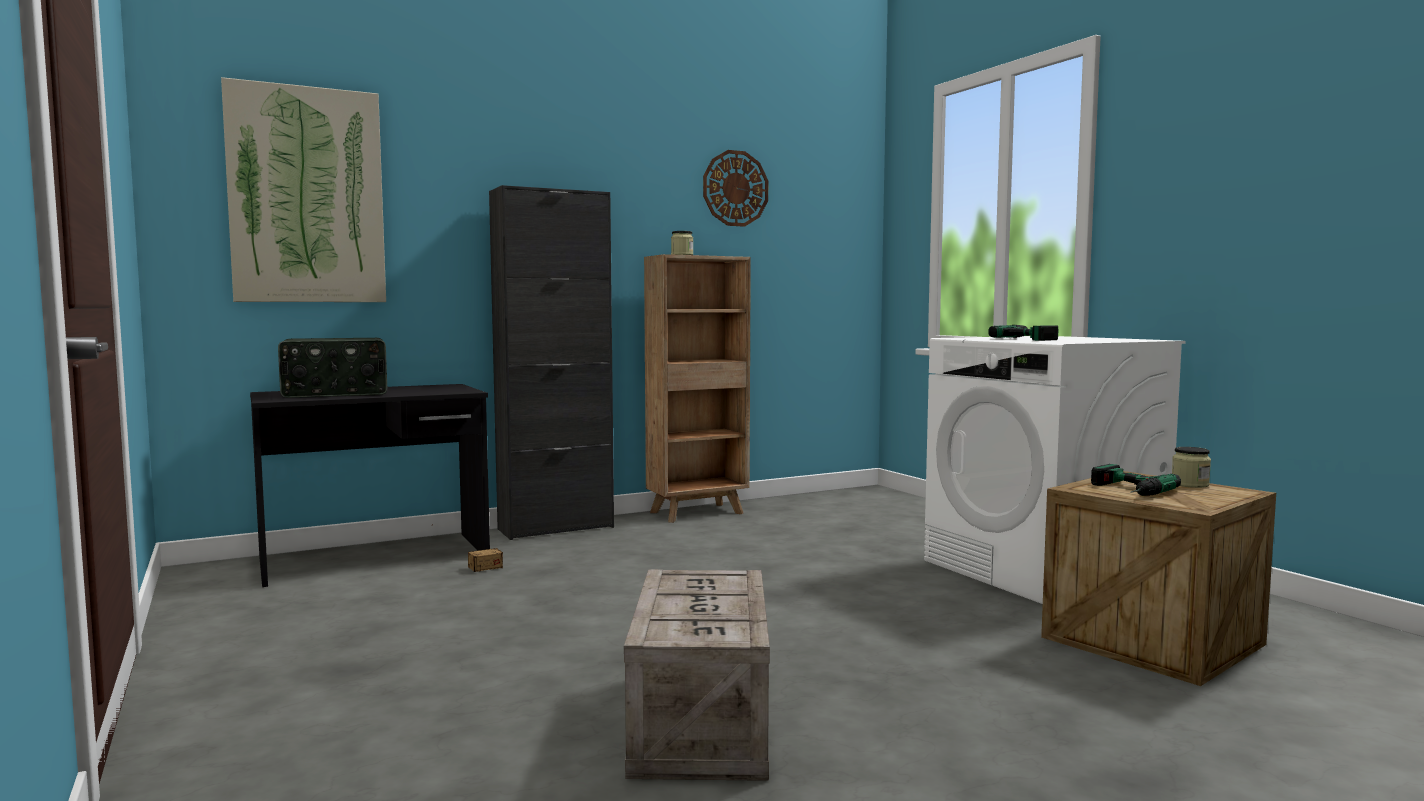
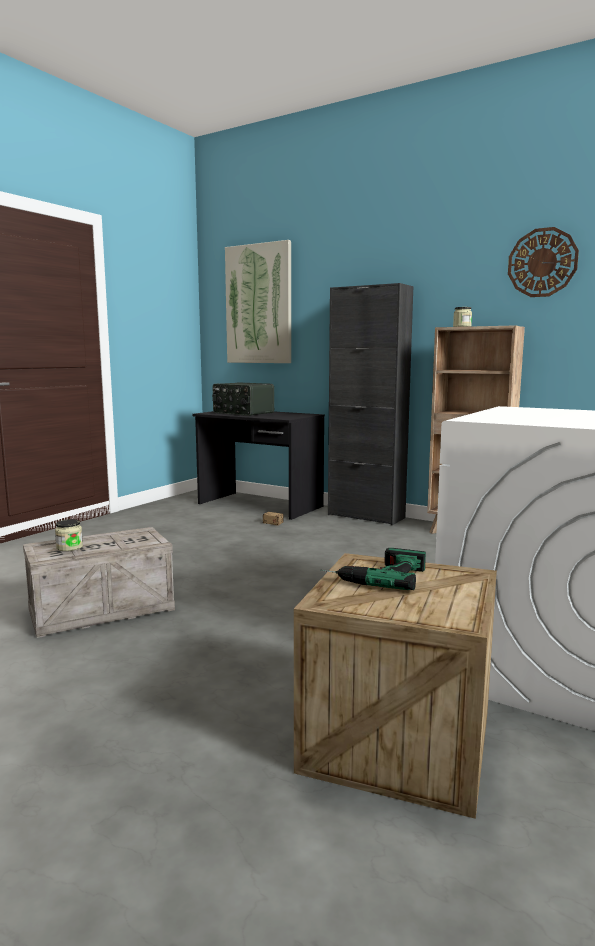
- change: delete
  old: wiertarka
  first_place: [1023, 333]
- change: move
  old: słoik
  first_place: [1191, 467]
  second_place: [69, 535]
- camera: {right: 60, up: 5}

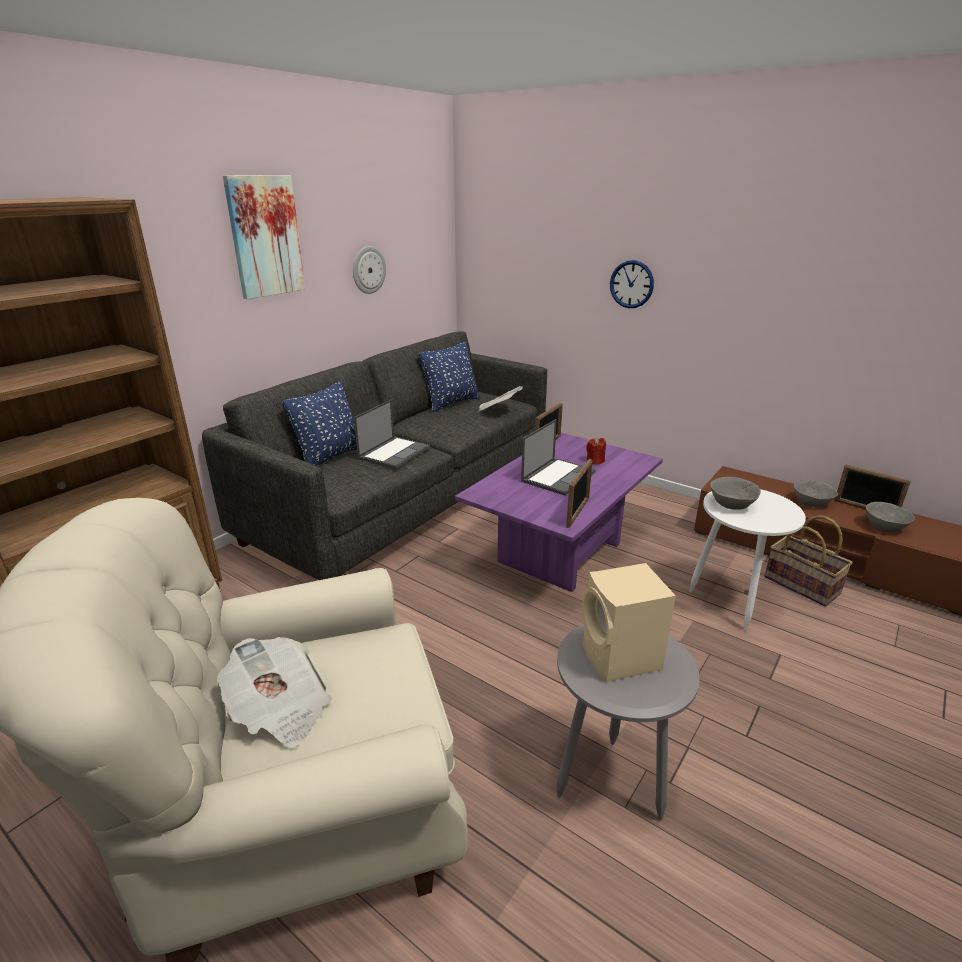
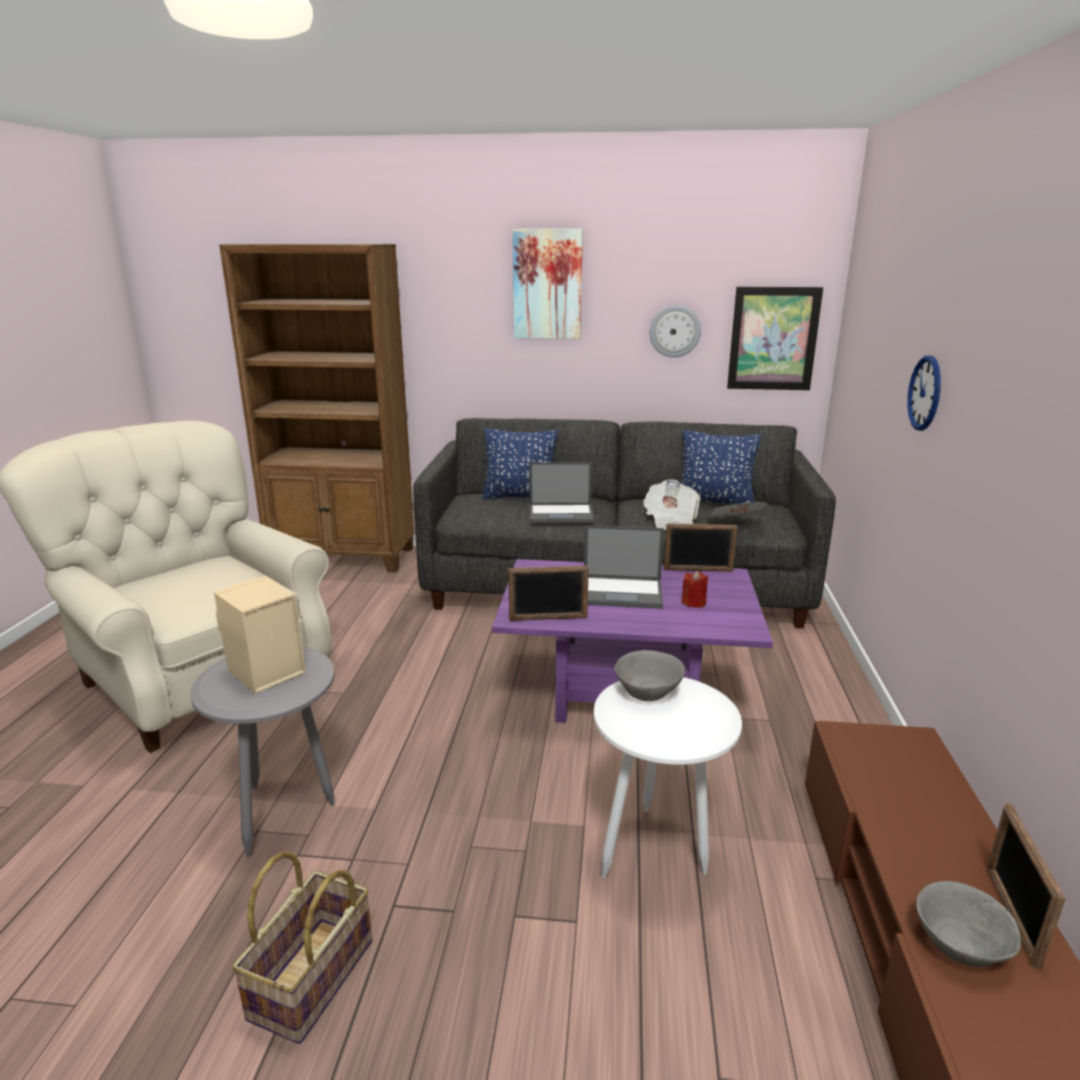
- change: delete
  old: miska/szary
  first_place: [816, 493]
- change: insert
  new: obraz
  second_place: [775, 338]
- change: move
  old: gazeta
  first_place: [274, 692]
  second_place: [672, 504]
- change: move
  old: koszyk
  first_place: [808, 560]
  second_place: [302, 947]
- camera: {right: 60, up: -5}

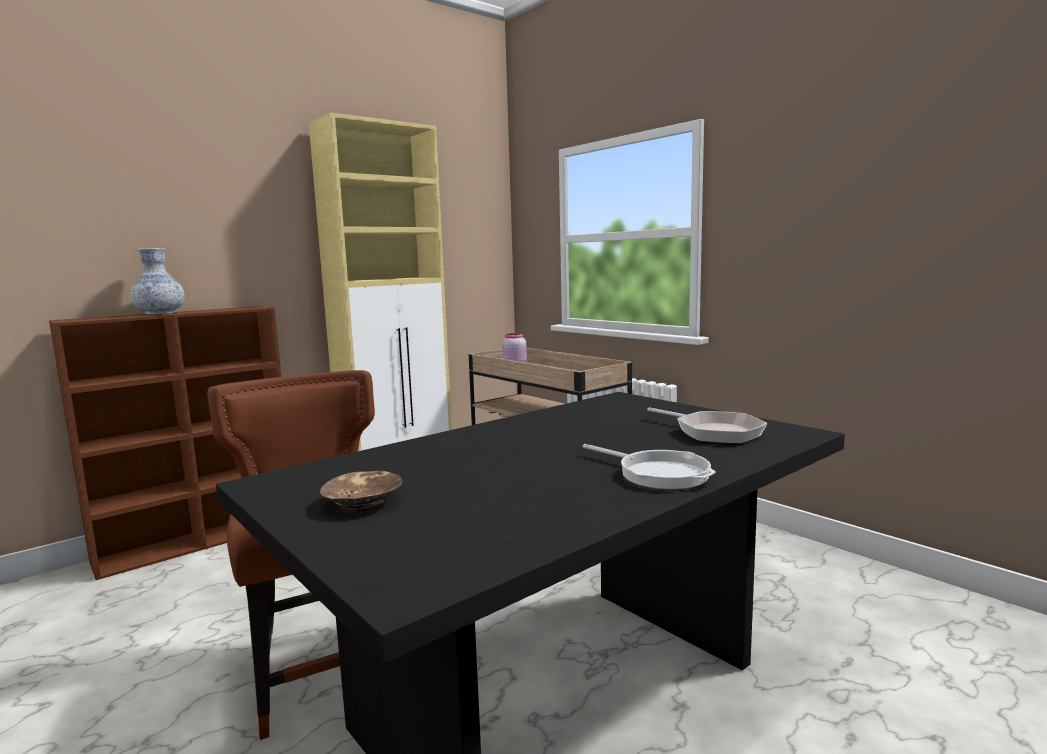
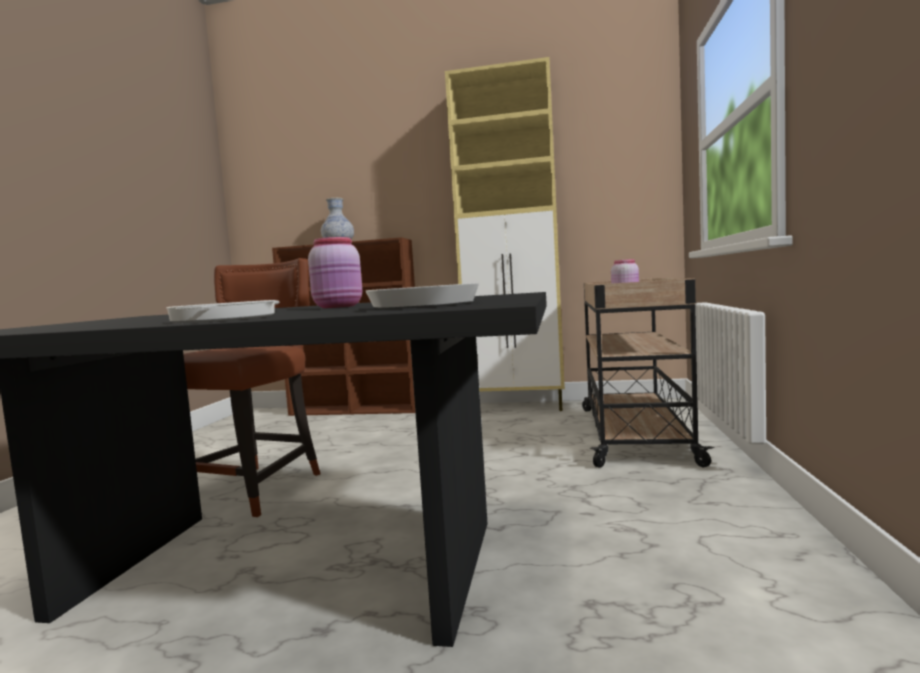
- change: delete
  old: miska/brązowy
  first_place: [361, 490]
- change: insert
  new: słoik/różowy
  second_place: [335, 272]
- camera: {right: 50, up: -5}

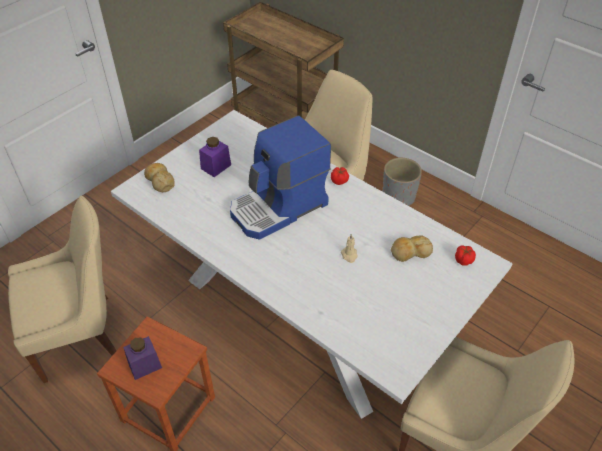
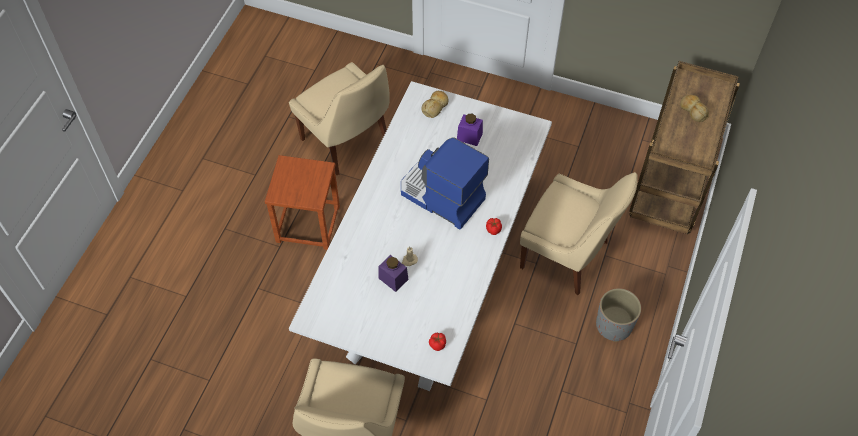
- change: move
  old: słoik/fioletowy
  first_place: [142, 358]
  second_place: [393, 273]
- change: move
  old: chleb
  first_place: [412, 248]
  second_place: [694, 108]
- camera: {right: 70, up: 10}

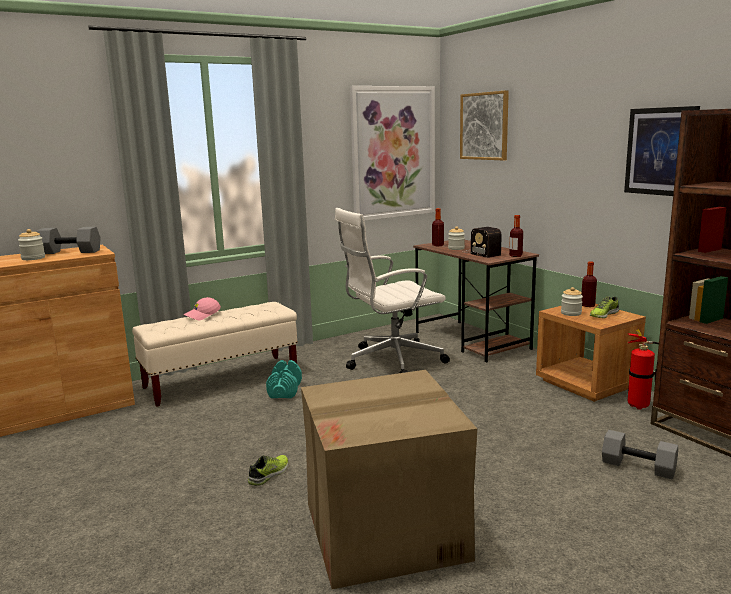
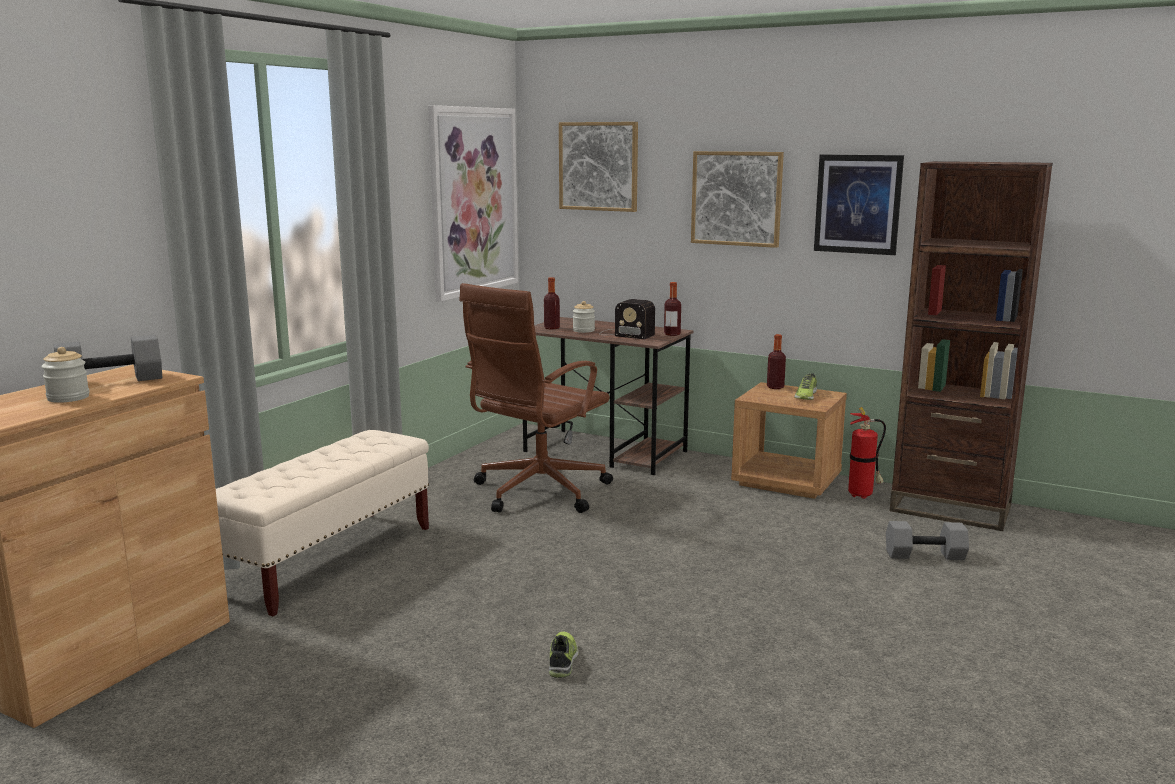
- change: delete
  old: czapka z daszkiem/różowy
  first_place: [202, 308]
- change: delete
  old: hantel/turkusowy
  first_place: [284, 379]
- change: delete
  old: karton
  first_place: [389, 479]
- change: delete
  old: słoik
  first_place: [572, 301]
- change: insert
  new: obraz
  second_place: [737, 199]
- change: recolor
  old: krzesło biurowe/biały
  new: krzesło biurowe/brązowy
  first_place: [392, 290]
  second_place: [536, 398]
- camera: {right: -30, up: 0}

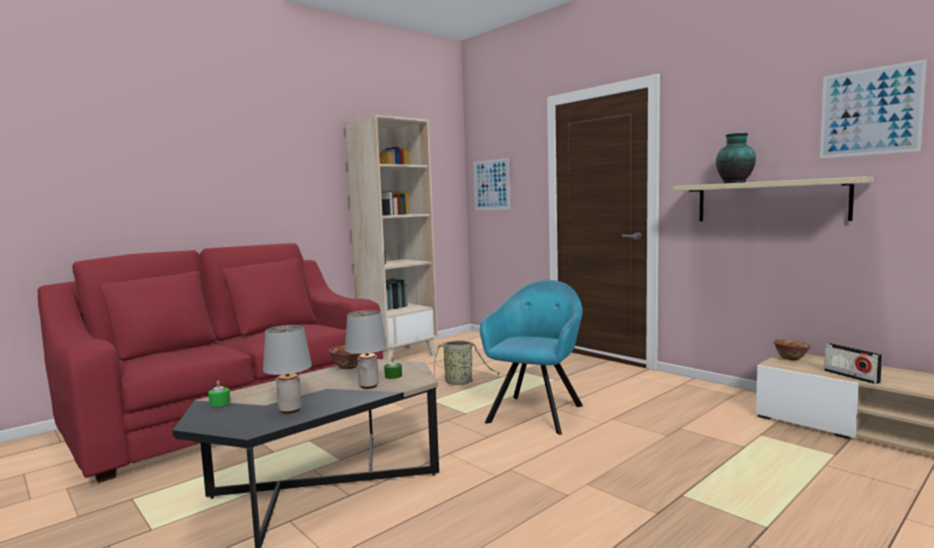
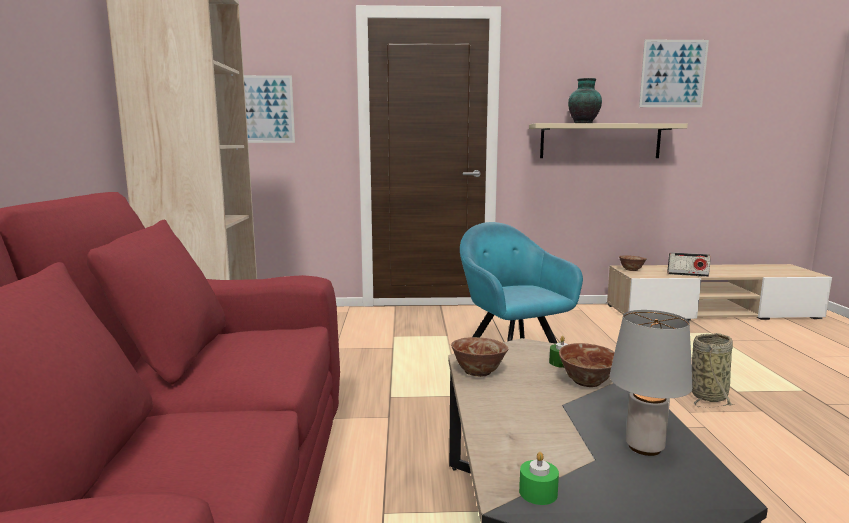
- change: move
  old: koszyk
  first_place: [467, 362]
  second_place: [712, 370]
- change: replace
  old: lampa stołowa/szary
  new: miska
  first_place: [366, 349]
  second_place: [587, 365]
- camera: {right: -50, up: 5}

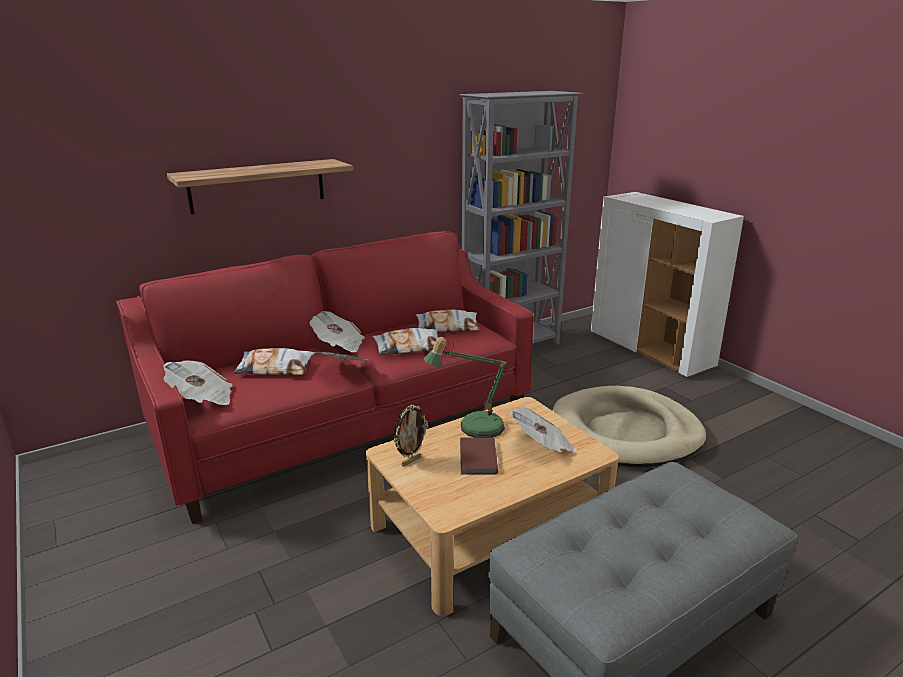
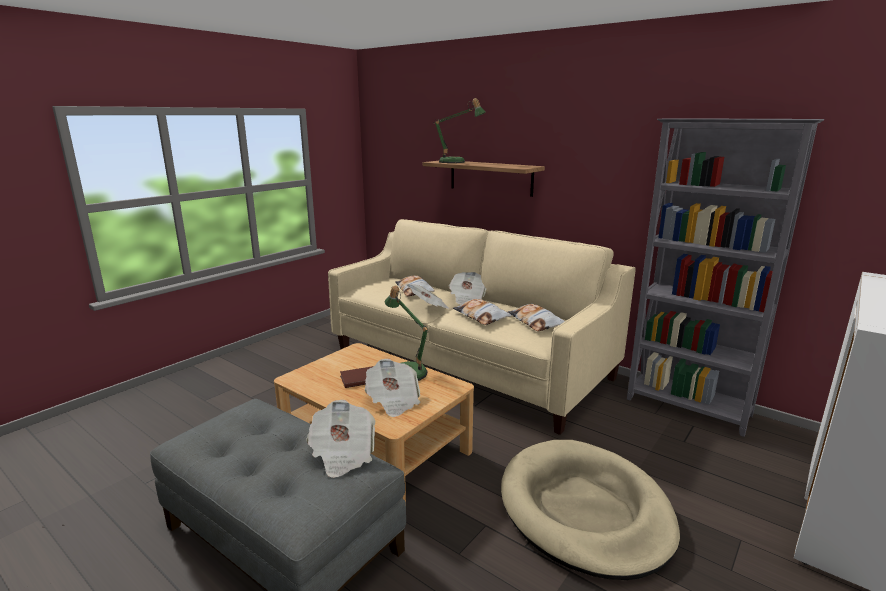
- change: delete
  old: ramka na zdjęcie
  first_place: [410, 435]
- change: insert
  new: lampa stołowa
  second_place: [459, 130]
- change: move
  old: gazeta
  first_place: [198, 383]
  second_place: [340, 439]
- change: recolor
  old: kanapa/czerwony
  new: kanapa/beżowy
  first_place: [324, 377]
  second_place: [482, 327]
- camera: {right: 70, up: -5}

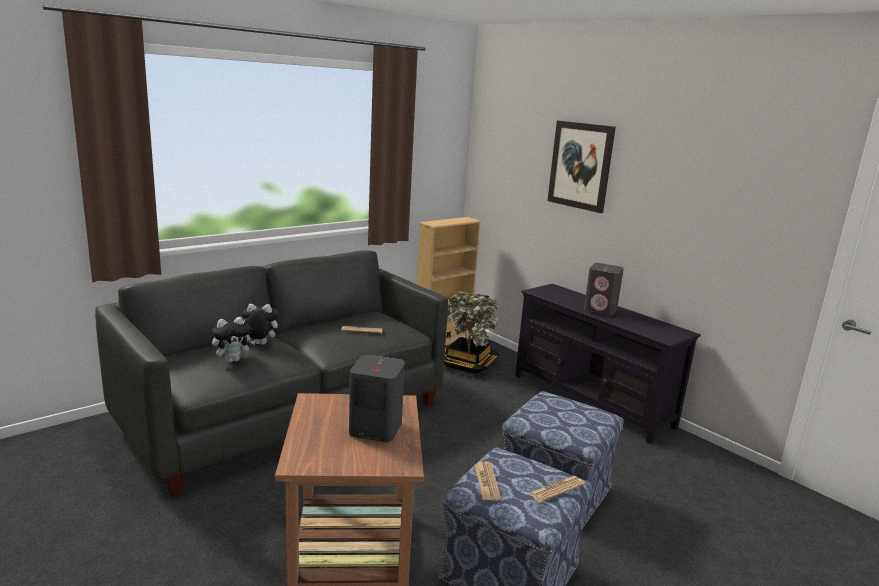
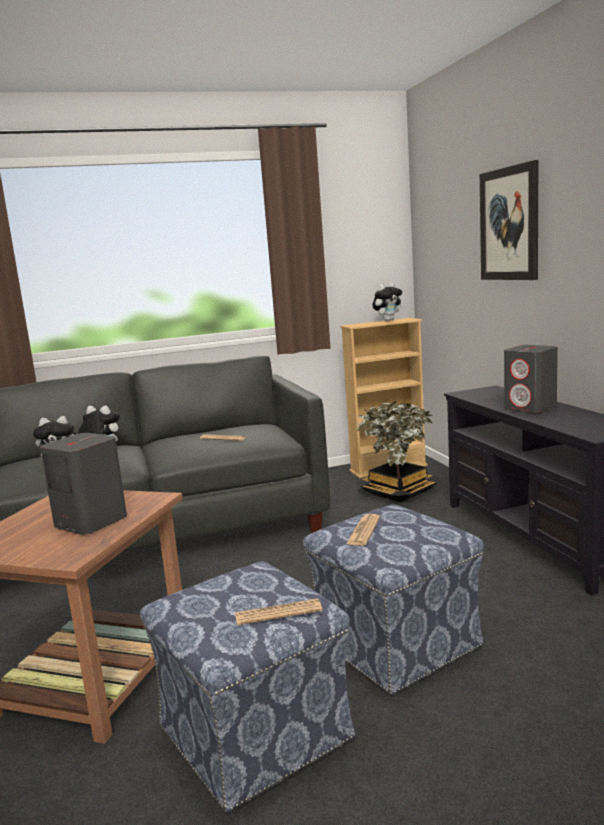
- change: insert
  new: pluszak
  second_place: [387, 302]
- change: move
  old: gazeta
  first_place: [488, 480]
  second_place: [363, 530]
- camera: {right: 25, up: -5}

